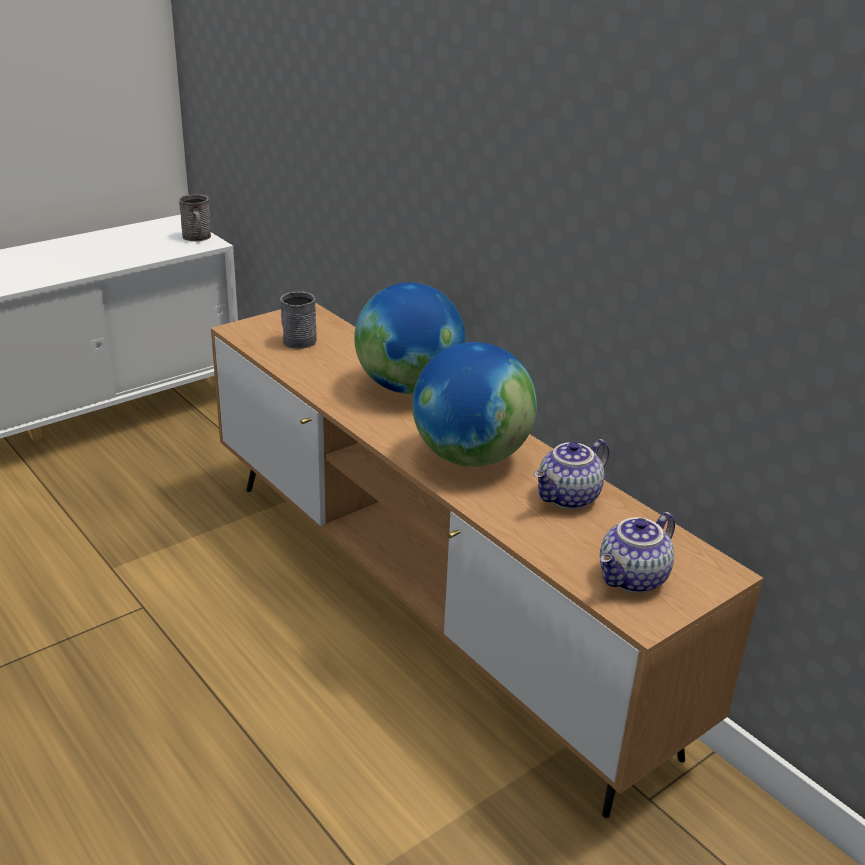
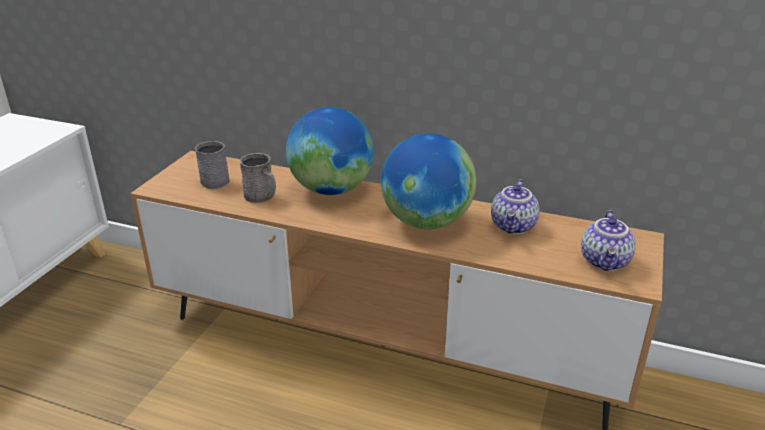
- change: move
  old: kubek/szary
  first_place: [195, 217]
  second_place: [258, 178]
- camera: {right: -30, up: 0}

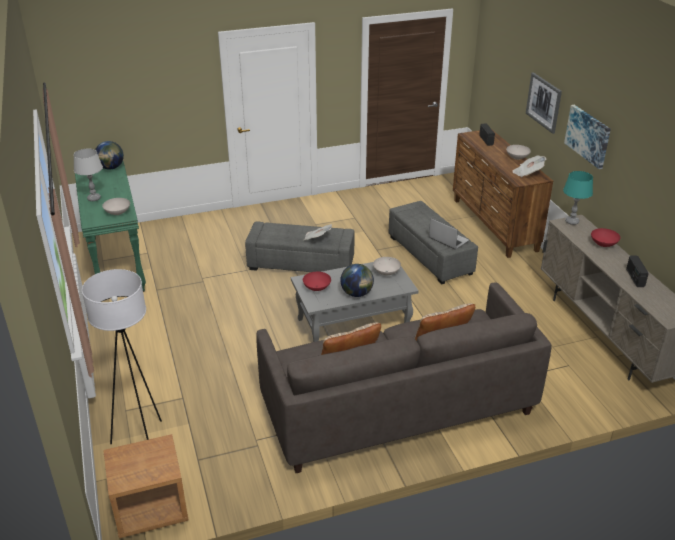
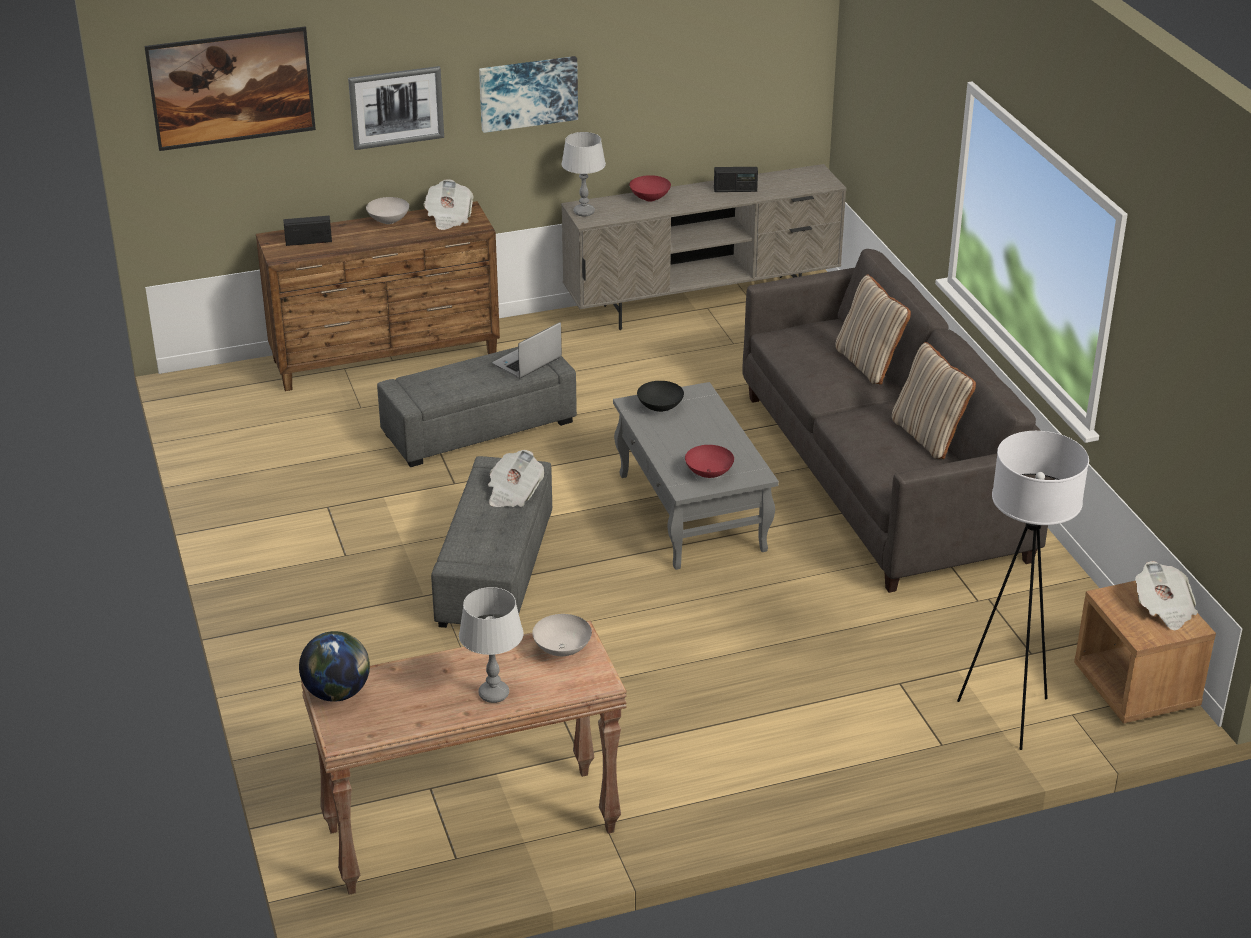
- change: delete
  old: globus
  first_place: [357, 280]
- change: insert
  new: obraz
  second_place: [230, 88]
- change: insert
  new: gazeta
  second_place: [1166, 596]
- change: recolor
  old: stolik konsolowy/zielony
  new: stolik konsolowy/brązowy
  first_place: [110, 226]
  second_place: [464, 758]
- change: recolor
  old: miska/biały
  new: miska/czarny
  first_place: [387, 266]
  second_place: [660, 396]
- change: recolor
  old: lampa stołowa/turkusowy
  new: lampa stołowa/szary
  first_place: [578, 198]
  second_place: [583, 174]
- camera: {right: -90, up: 0}

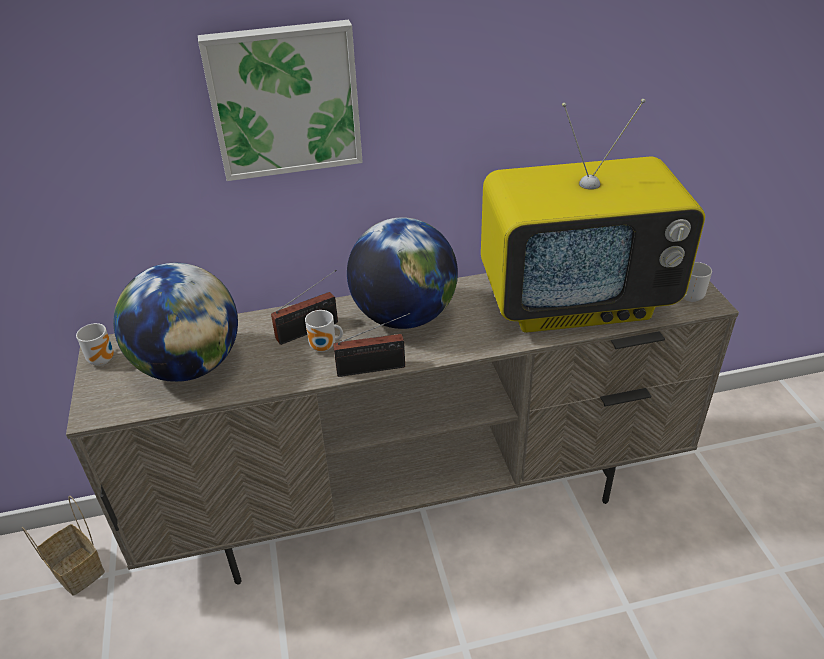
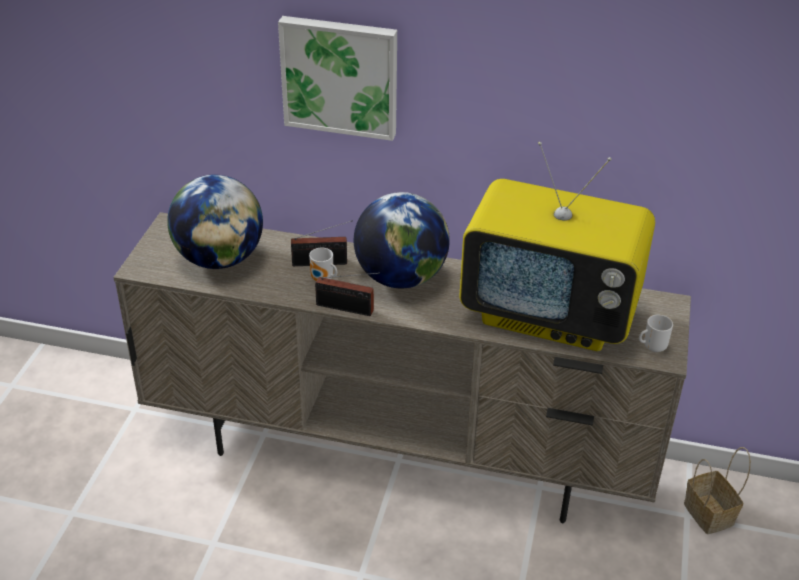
- change: delete
  old: kubek
  first_place: [95, 344]
- change: move
  old: koszyk
  first_place: [63, 545]
  second_place: [717, 490]
- camera: {right: 25, up: 0}

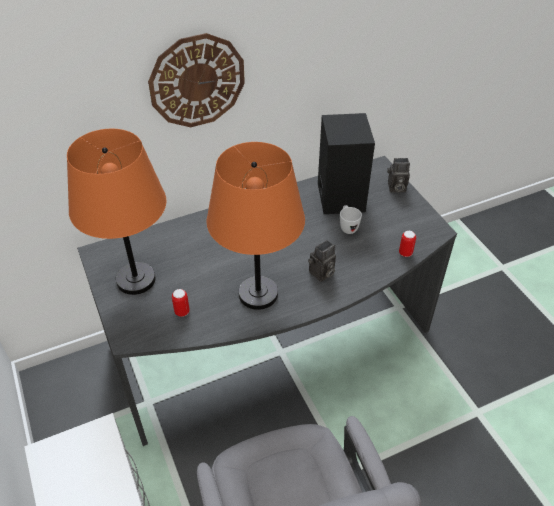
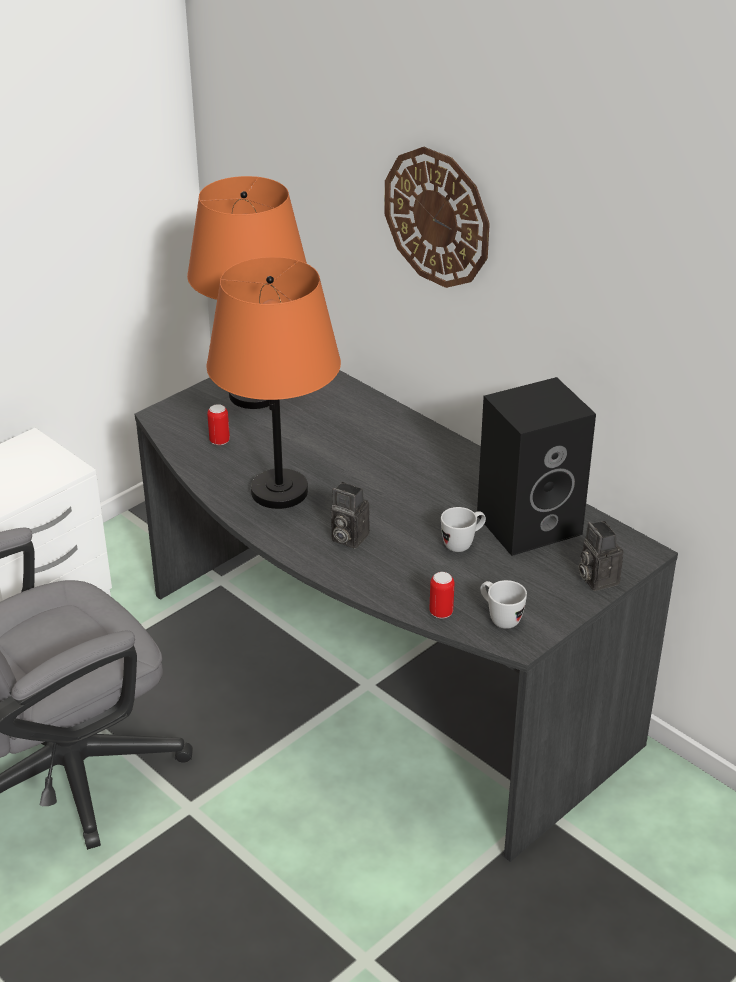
- change: insert
  new: kubek/biały
  second_place: [503, 604]
- camera: {right: 70, up: -10}

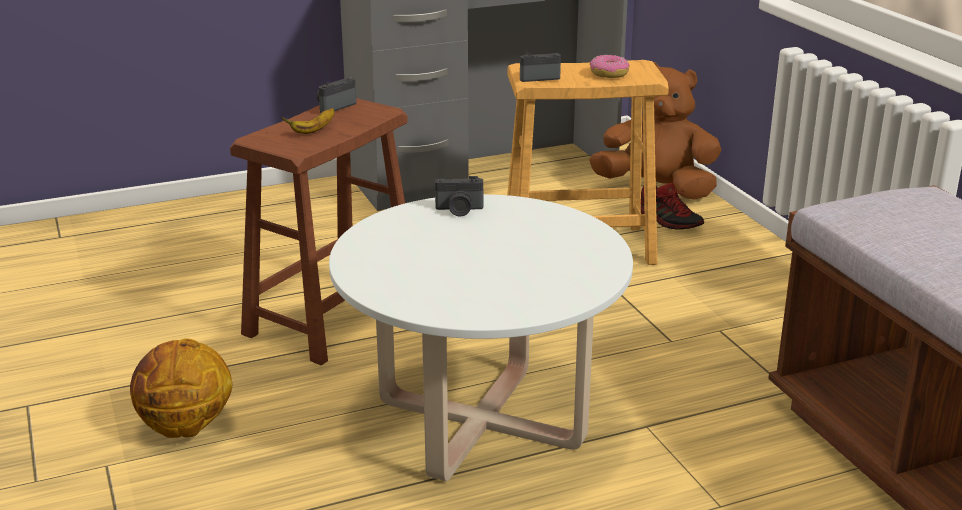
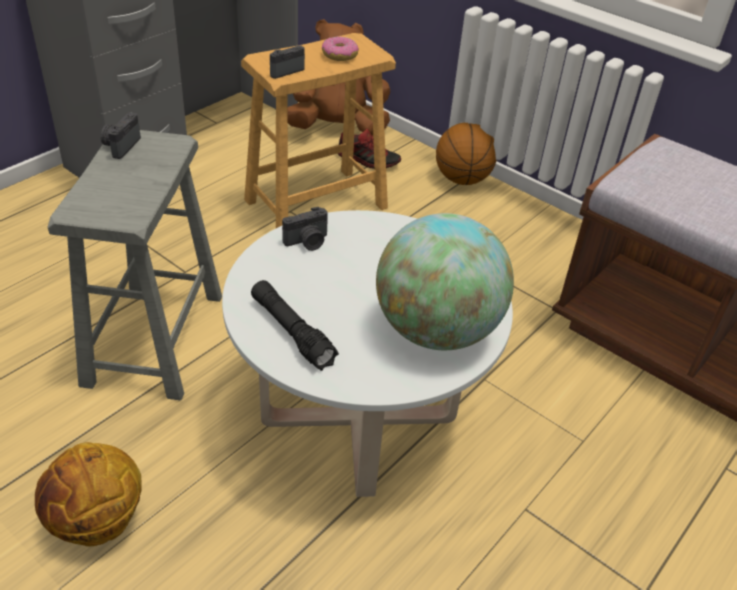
- change: delete
  old: banan
  first_place: [307, 121]
- change: insert
  new: latarka/czarny
  second_place: [295, 325]
- change: insert
  new: globus
  second_place: [445, 281]
- change: insert
  new: piłka do koszykówki
  second_place: [466, 154]
- change: recolor
  old: stołek/brązowy
  new: stołek/szary
  first_place: [319, 231]
  second_place: [135, 265]
- camera: {right: -30, up: 15}

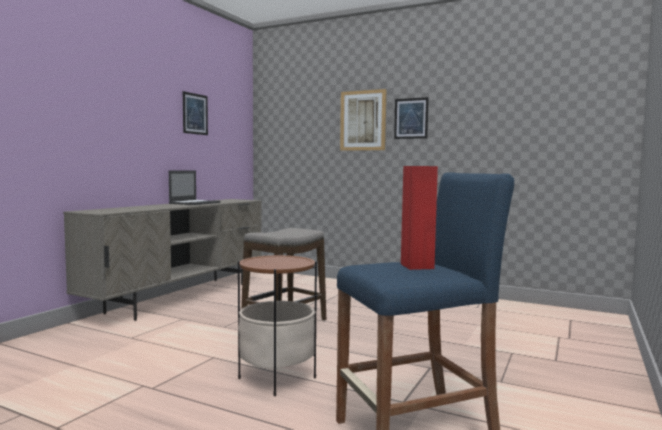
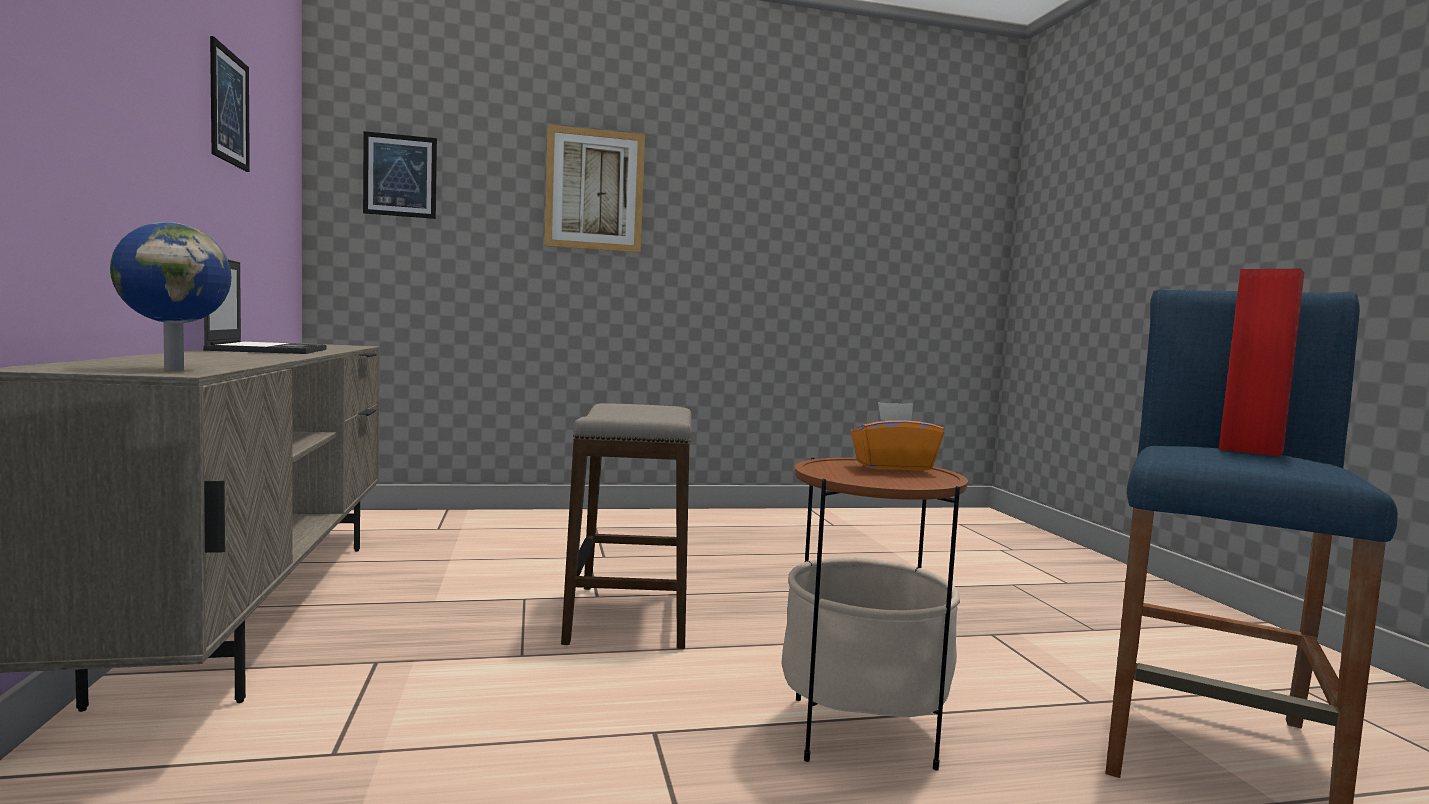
- change: insert
  new: globus
  second_place: [170, 296]
- change: insert
  new: pudełko chusteczek/pomarańczowy
  second_place: [897, 436]
- change: move
  old: obraz
  first_place: [411, 118]
  second_place: [400, 175]
- camera: {right: -40, up: 0}

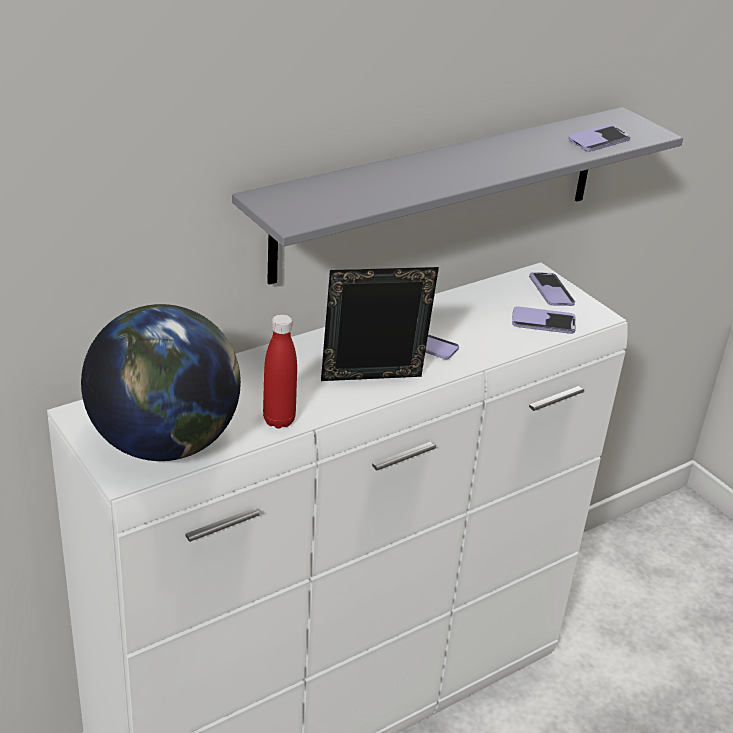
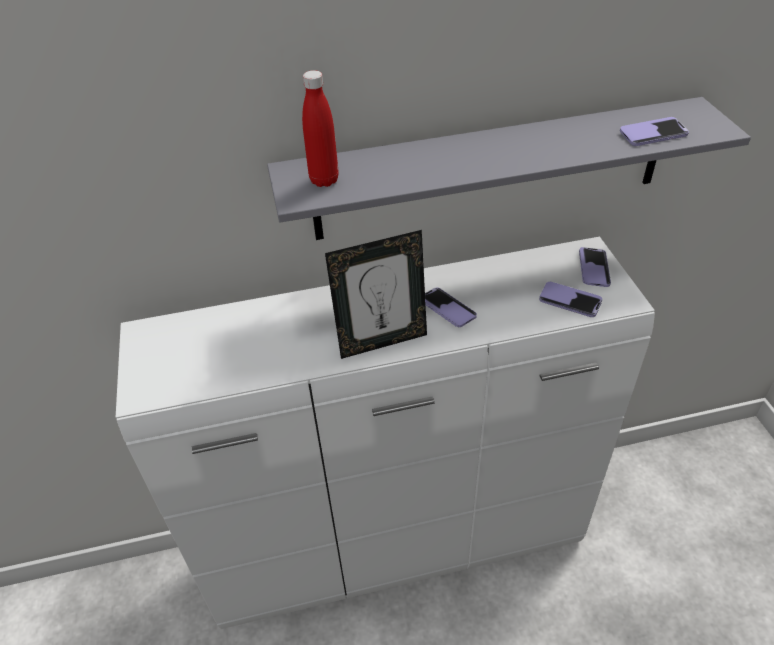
- change: delete
  old: globus
  first_place: [161, 382]
- change: move
  old: butelka/czerwony
  first_place: [280, 371]
  second_place: [320, 128]
- change: rotate
  old: ramka na zdjęcie
  first_place: [380, 324]
  second_place: [376, 294]
  degrees: 150
- camera: {right: 25, up: 10}

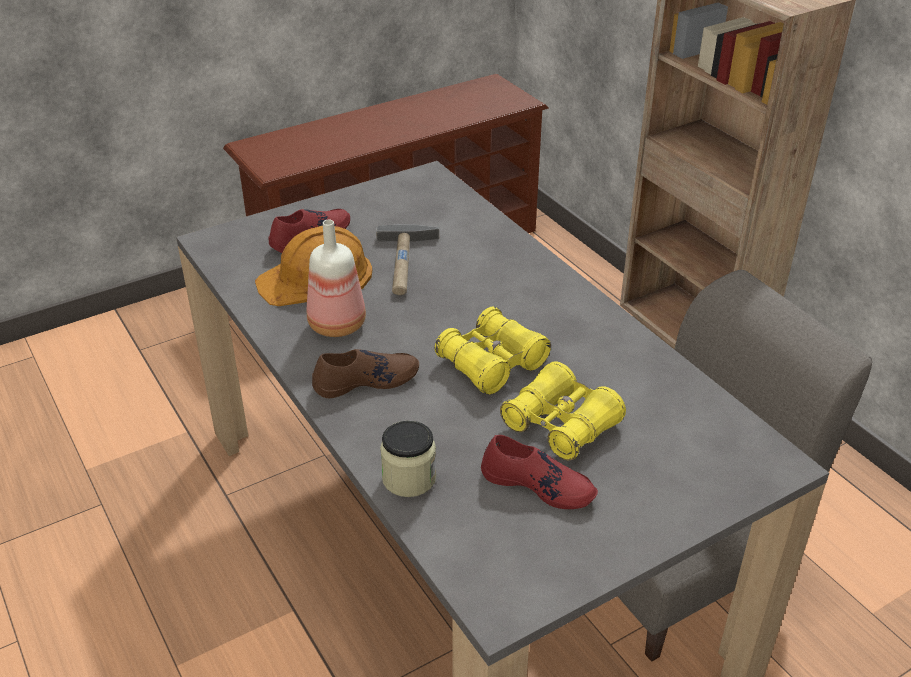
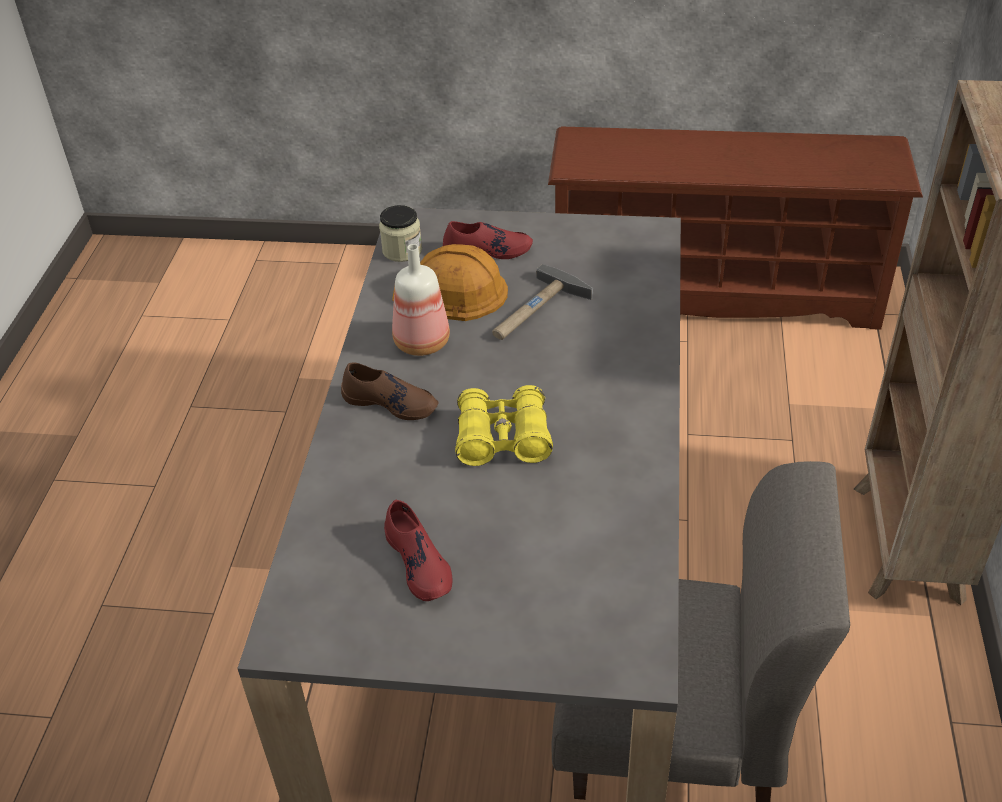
- change: delete
  old: lornetka/żółty
  first_place: [563, 410]
- change: move
  old: słoik
  first_place: [408, 459]
  second_place: [400, 233]
- camera: {right: 40, up: 5}

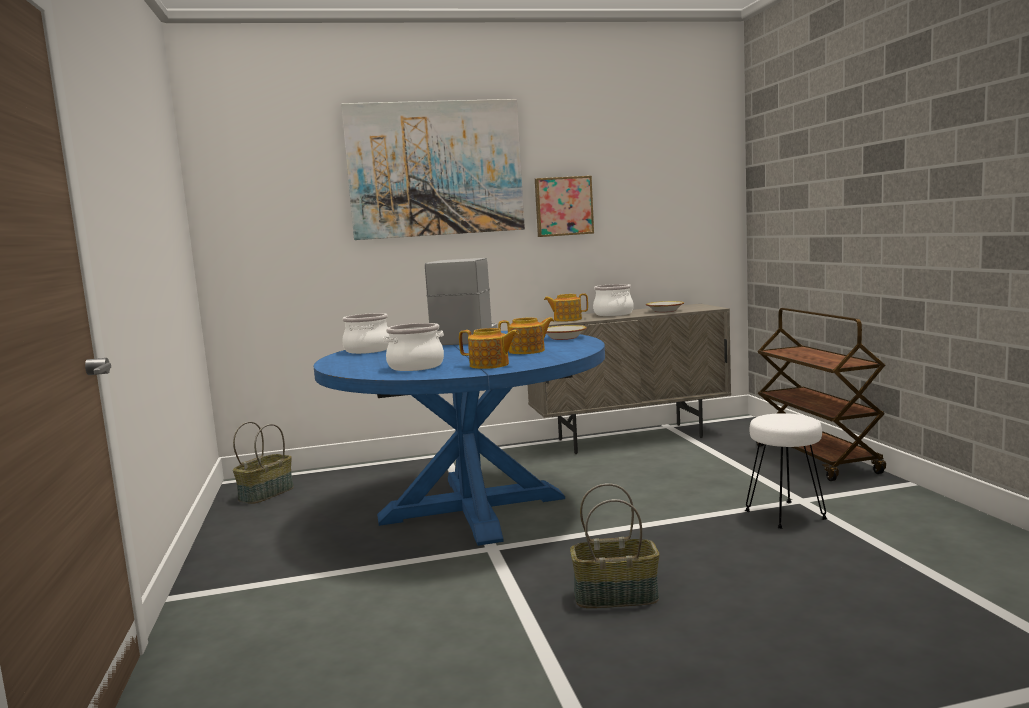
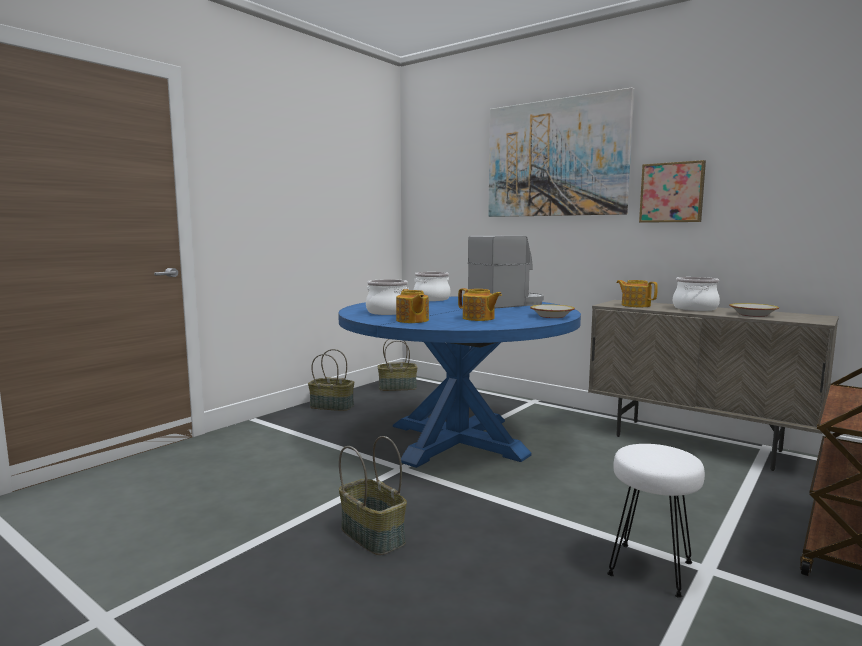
- change: insert
  new: koszyk
  second_place: [331, 380]
- camera: {right: 50, up: 0}

